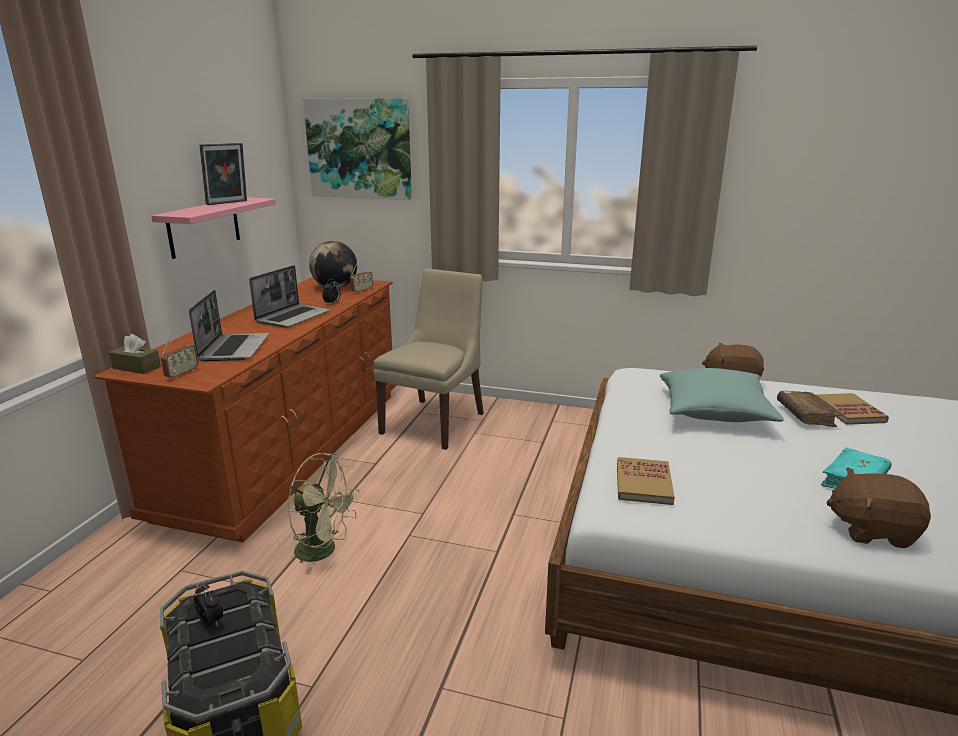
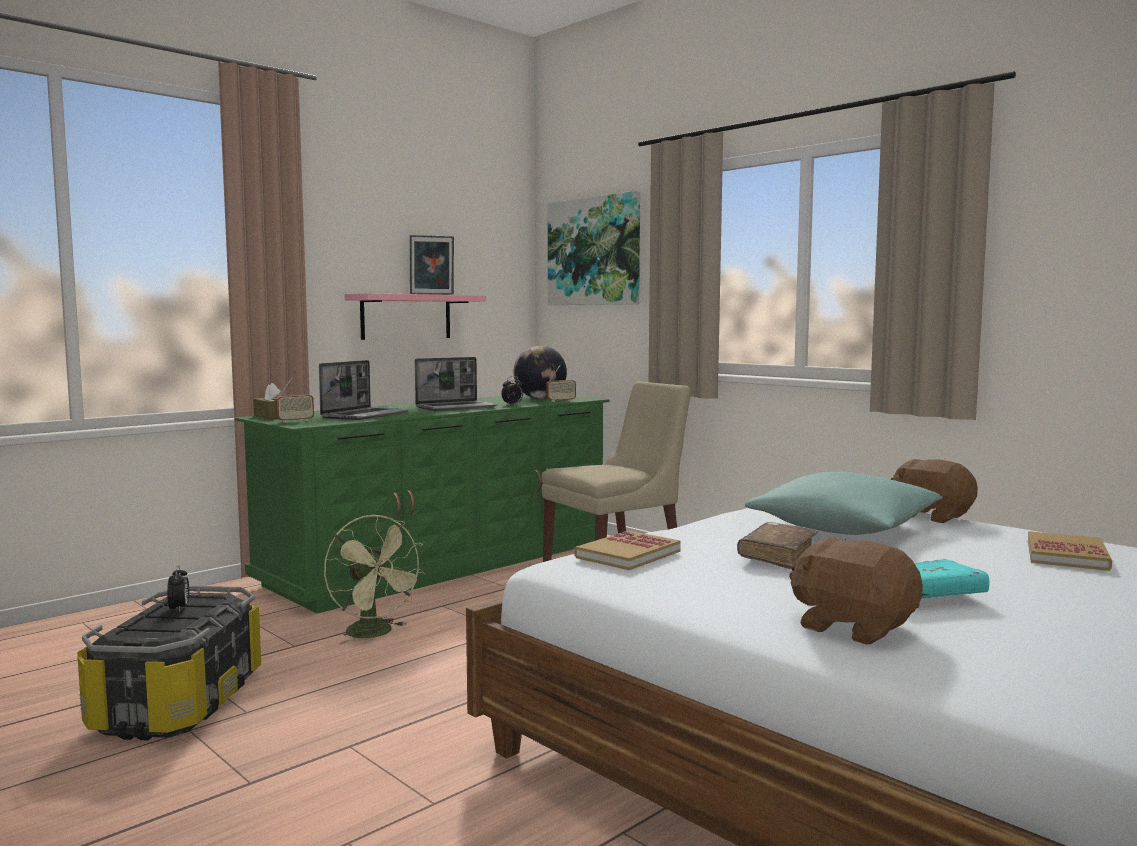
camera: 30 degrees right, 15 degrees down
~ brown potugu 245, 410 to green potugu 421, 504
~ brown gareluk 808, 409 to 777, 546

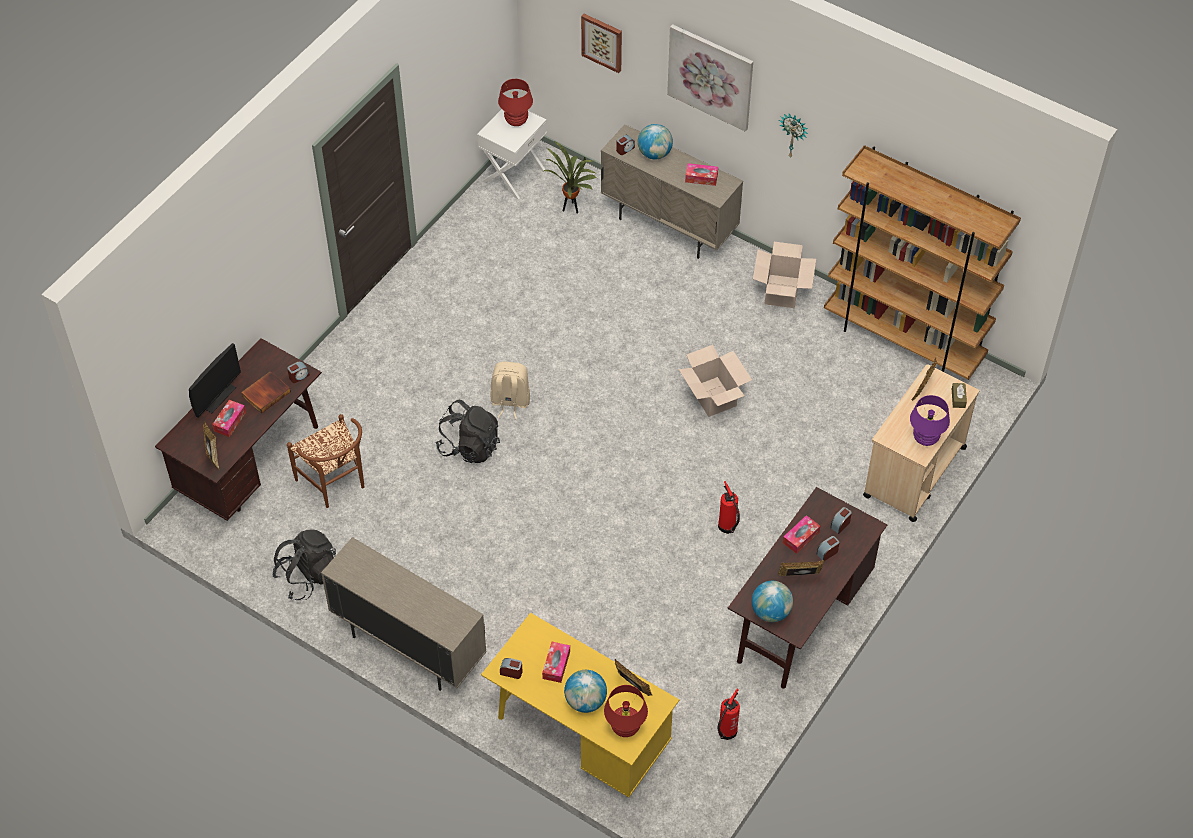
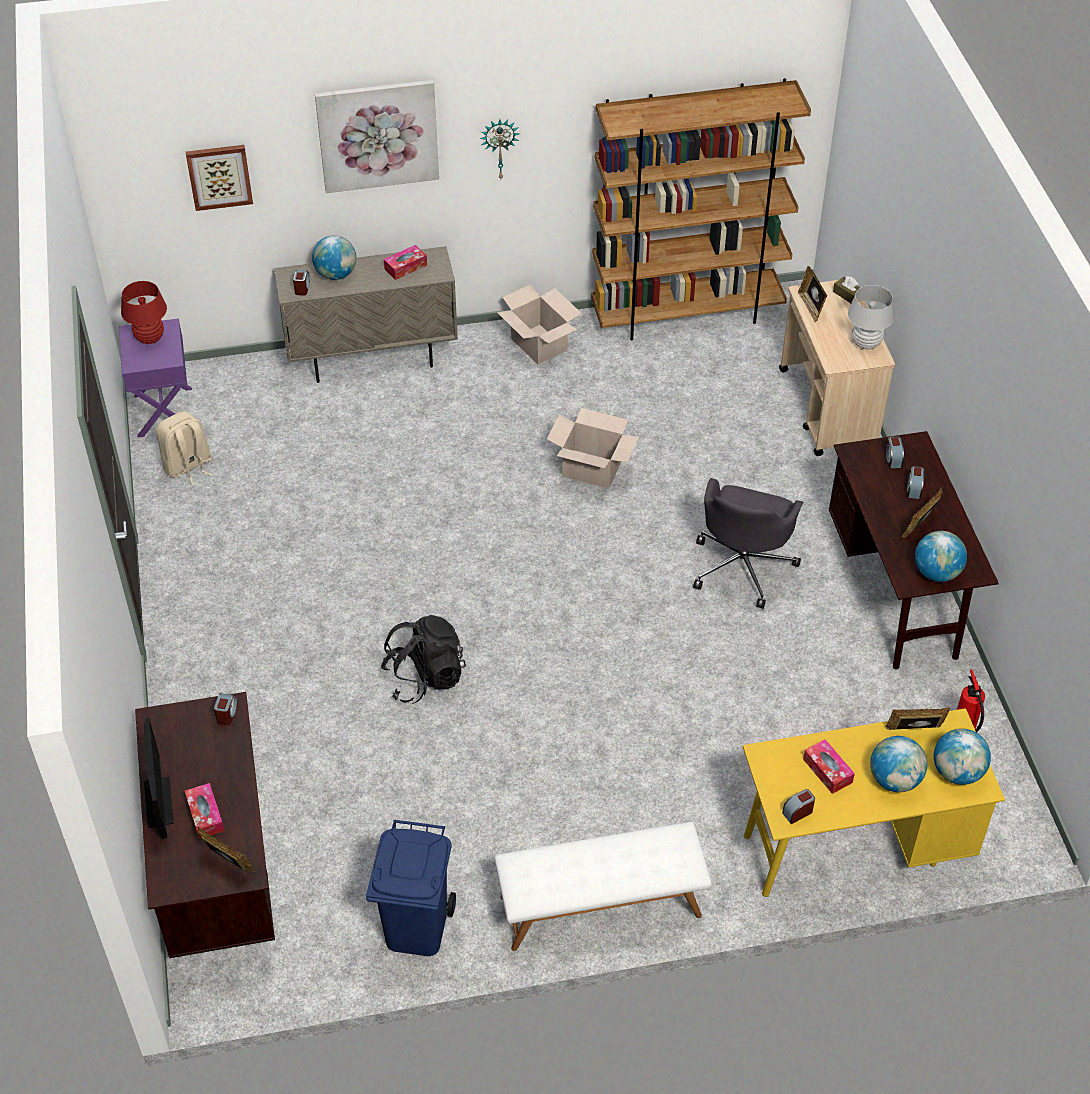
camera: 45 degrees left, 5 degrees down
~ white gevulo 512, 154 to purple gevulo 155, 378
- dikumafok 569, 177
~ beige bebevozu 510, 390 to 184, 448
- gareluk 266, 392
~ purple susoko 930, 420 to white susoko 871, 317
- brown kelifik 326, 461
~ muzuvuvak 729, 507 to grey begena 748, 543
- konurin 801, 534
~ black bebevozu 304, 565 to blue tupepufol 411, 887
~ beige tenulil 404, 614 to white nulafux 603, 886
~ red susoko 626, 711 to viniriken 962, 756

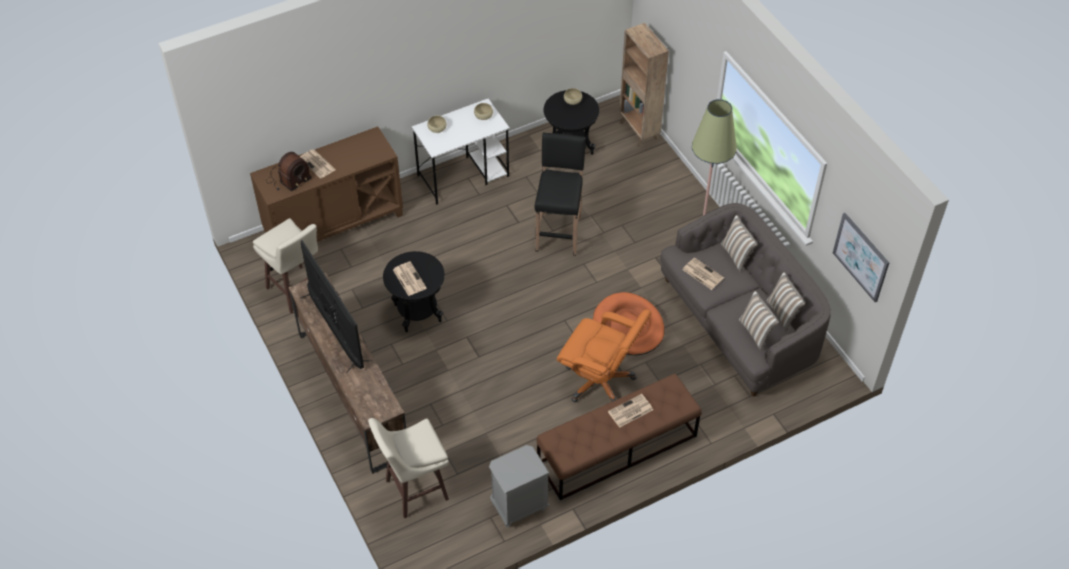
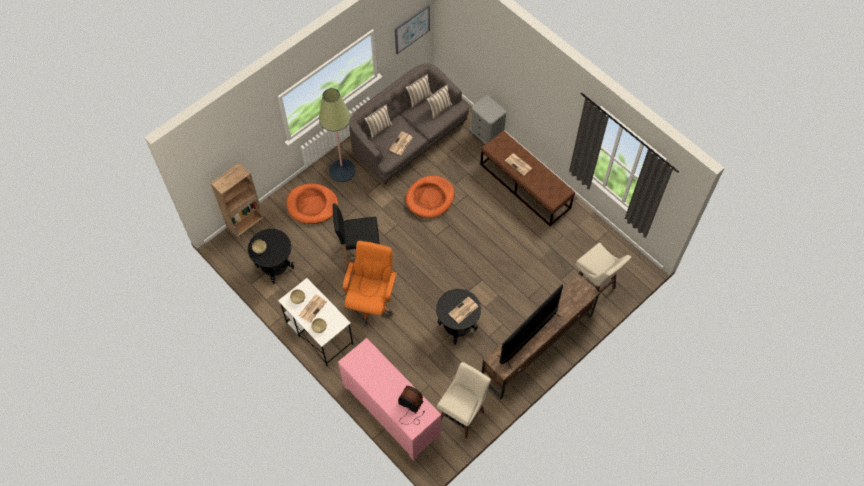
camera: 105 degrees left, 10 degrees up
~ brown tenulil 326, 184 to pink tenulil 389, 399
~ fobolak 318, 164 to 313, 308
~ orange begena 604, 356 to 370, 283
~ grey gevulo 519, 486 to 488, 119
+ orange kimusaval 312, 204

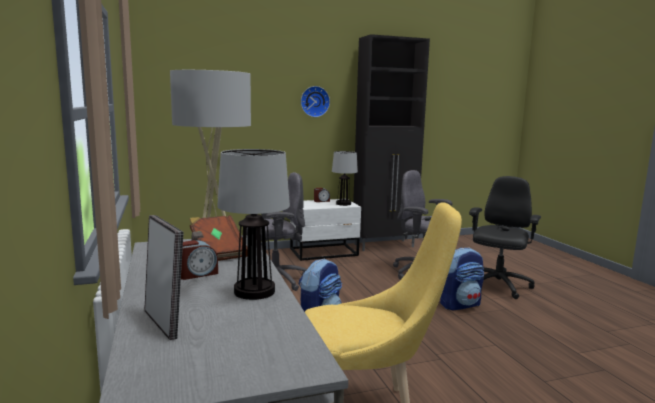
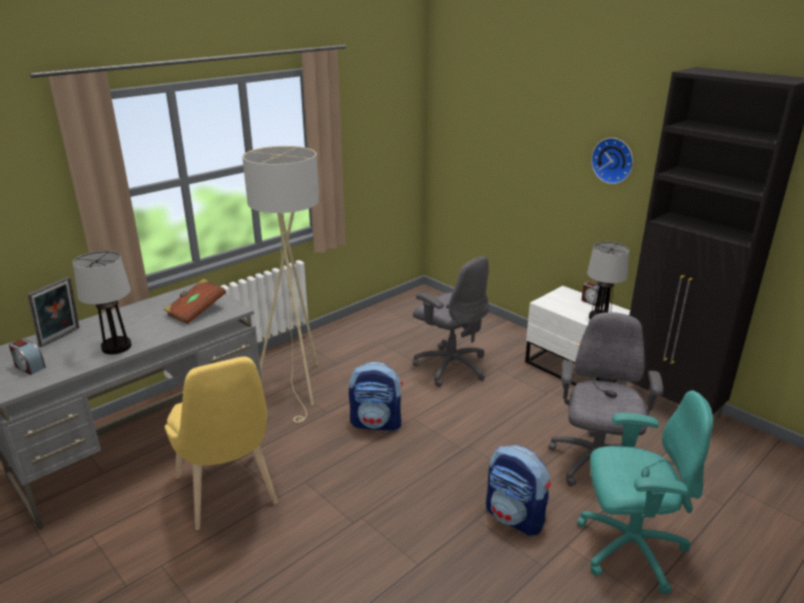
camera: 65 degrees right, 15 degrees up
~ black begena 505, 237 to turquoise begena 645, 492
~ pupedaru 199, 260 to 27, 357

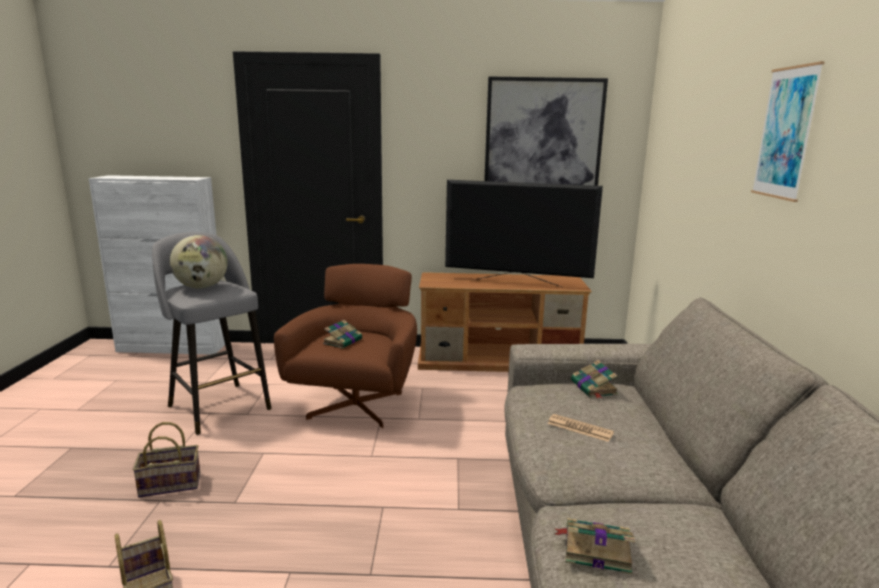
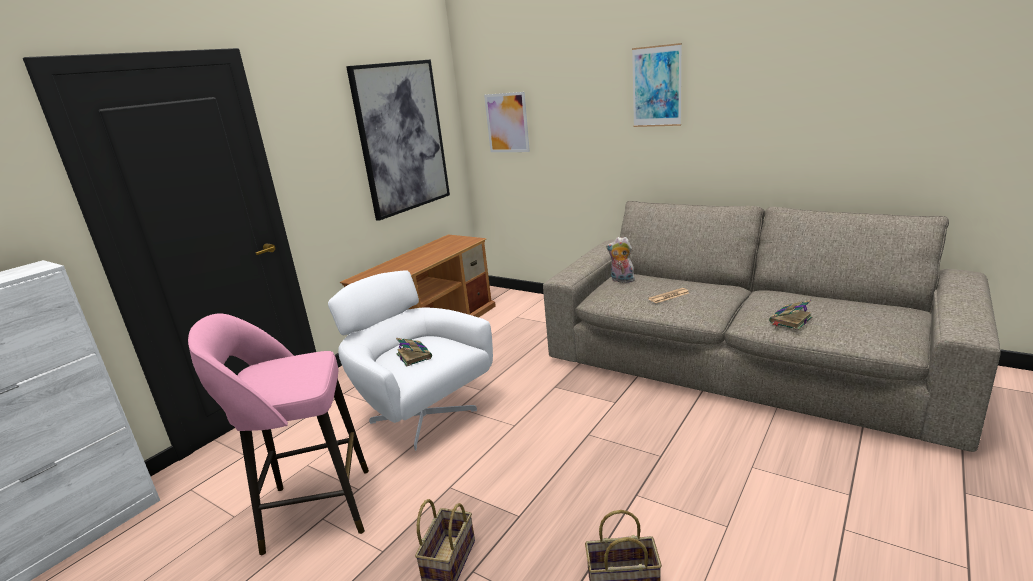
camera: 55 degrees left, 5 degrees up
- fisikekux 524, 233
~ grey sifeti 211, 333 to pink sifeti 278, 434
- viniriken 199, 262
~ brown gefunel 345, 346 to white gefunel 410, 360
~ gareluk 594, 379 to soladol 620, 260
+ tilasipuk 507, 122

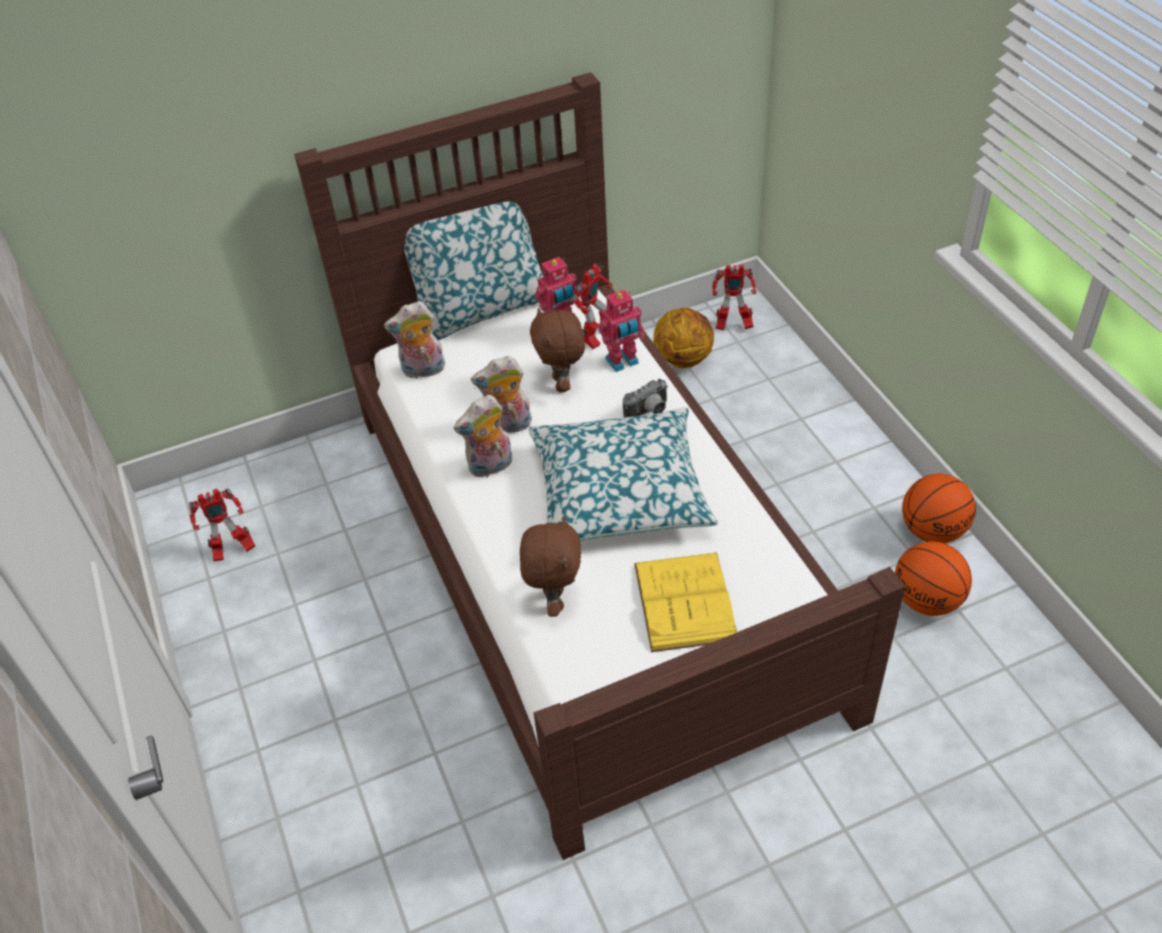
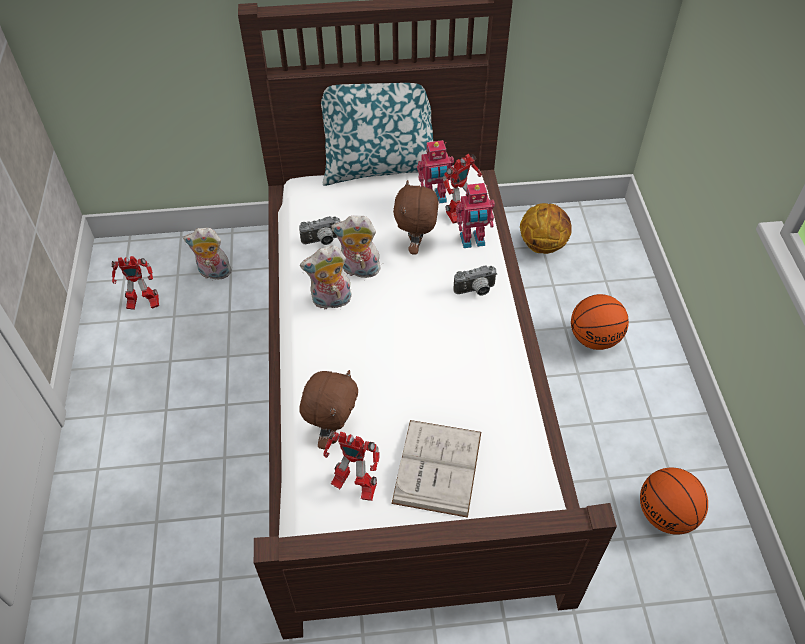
camera: 15 degrees right, 5 degrees up
~ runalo 734, 297 to 351, 466
~ soladol 414, 340 to 208, 253
- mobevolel 623, 474
~ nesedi 939, 508 to 600, 322
~ yellow gareluk 685, 602 to white gareluk 436, 469
+ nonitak 319, 230

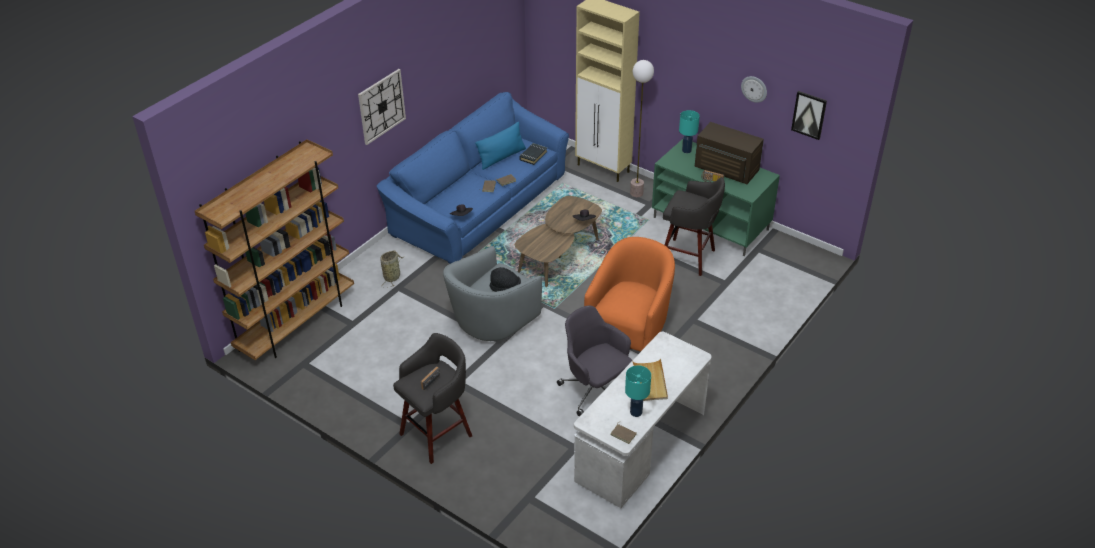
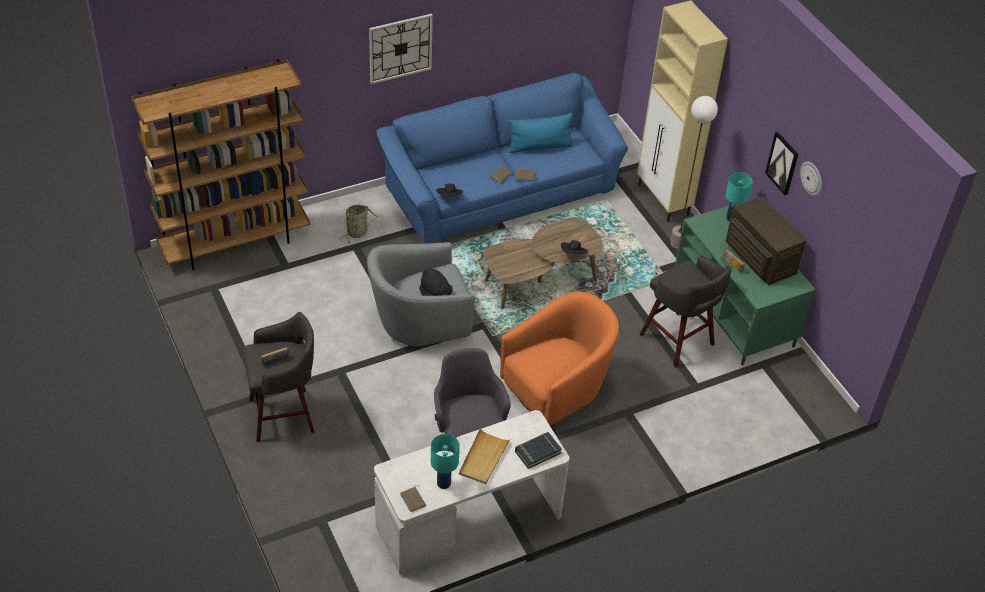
camera: 25 degrees right, 5 degrees up
~ tilasipuk 809, 115 to 781, 163
~ black gareluk 533, 154 to 538, 450

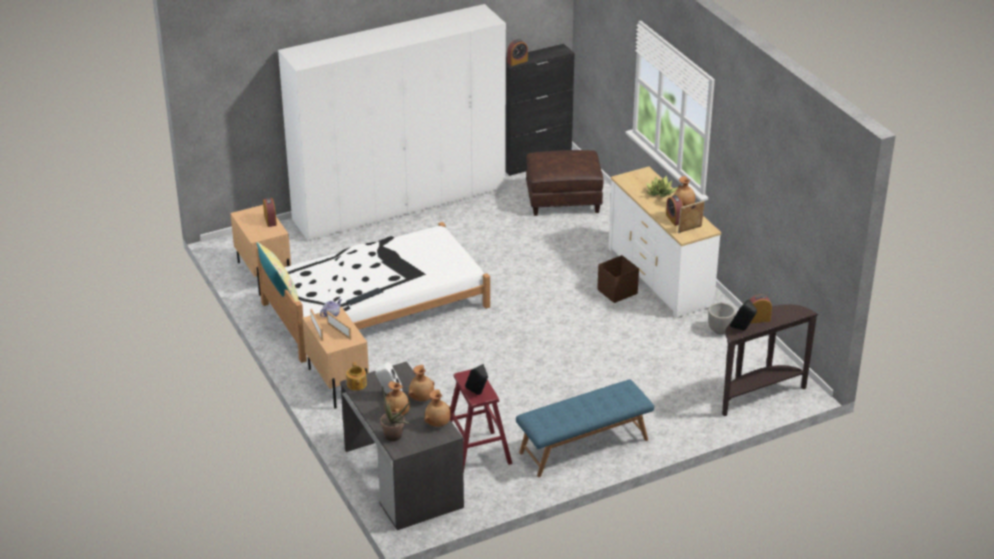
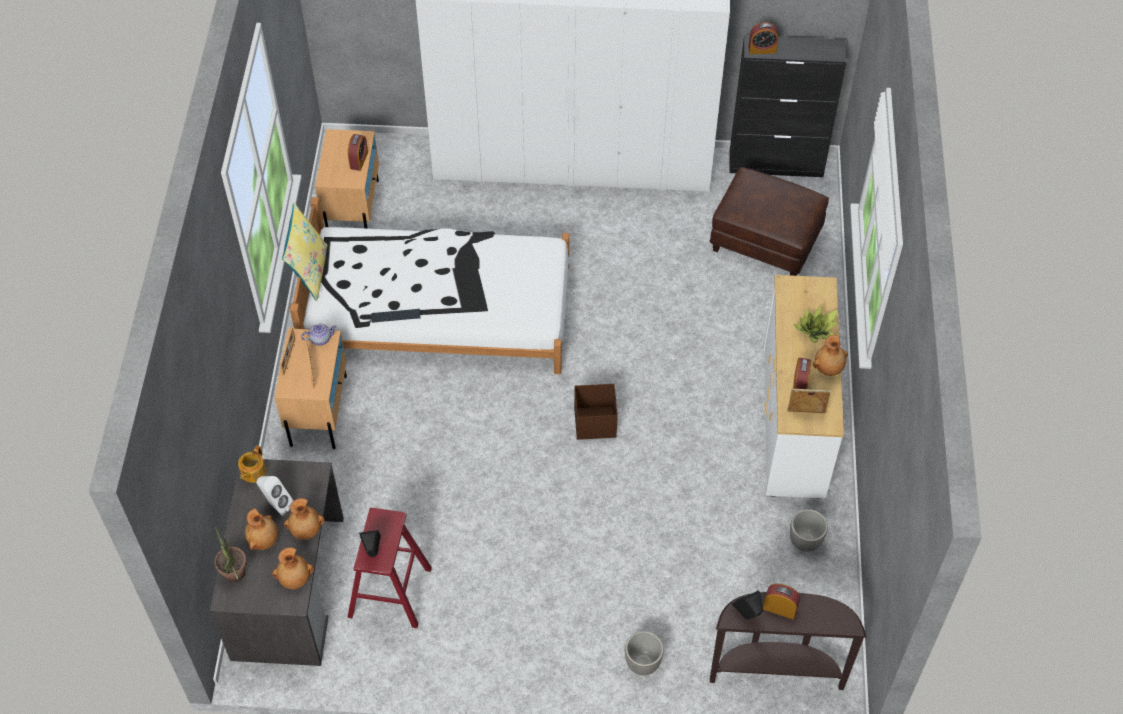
camera: 30 degrees right, 20 degrees up
~ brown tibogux 618, 279 to 596, 412
- blue nulafux 585, 428
+ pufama 644, 653

